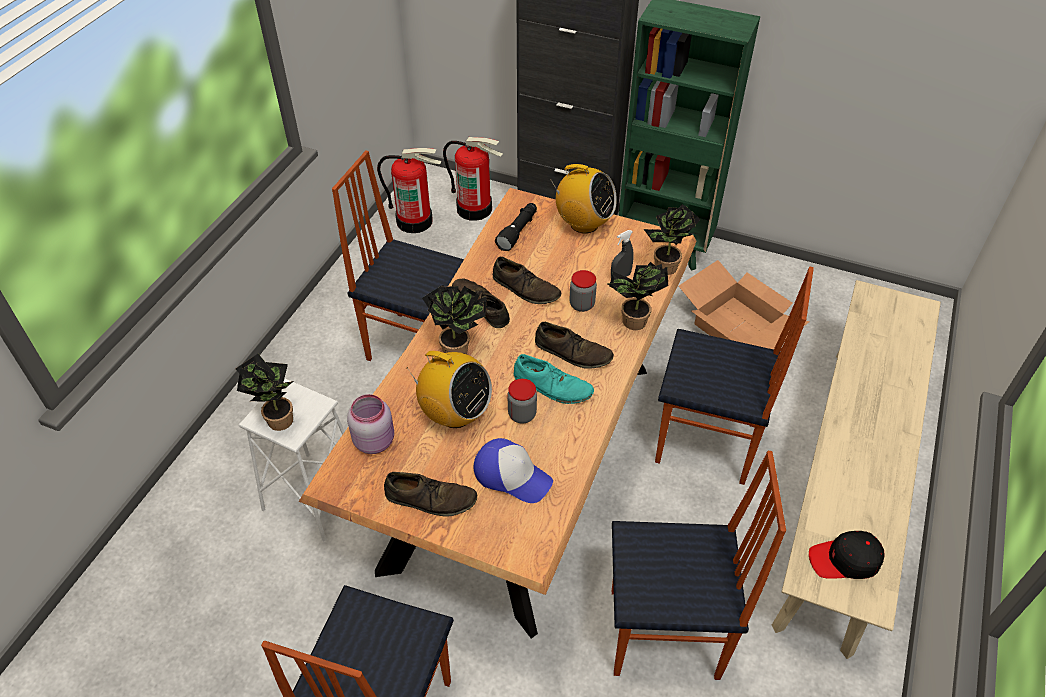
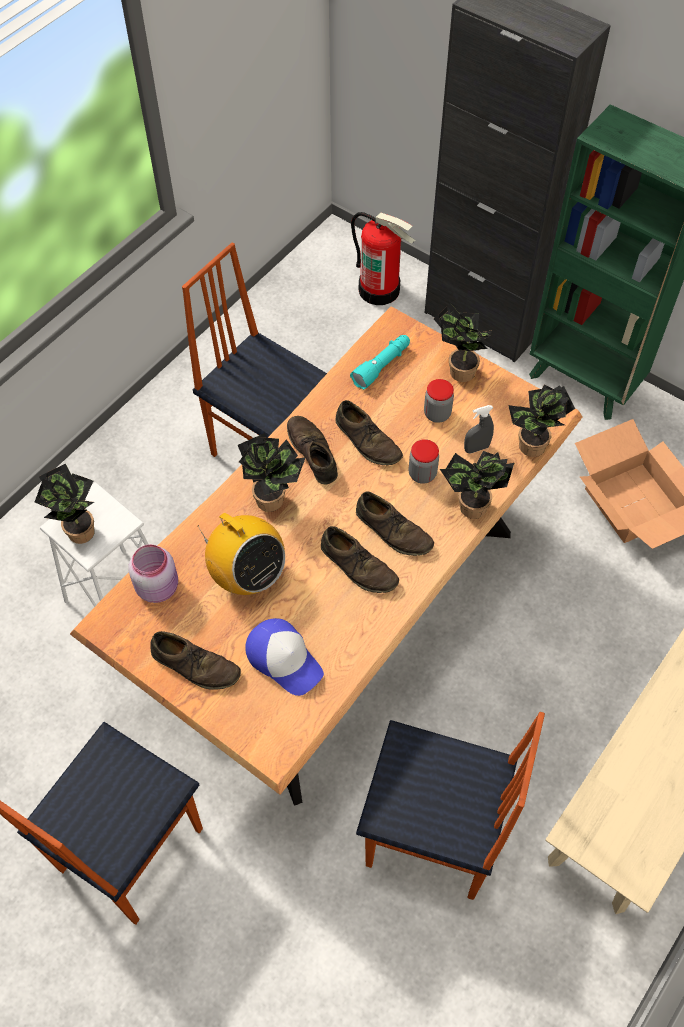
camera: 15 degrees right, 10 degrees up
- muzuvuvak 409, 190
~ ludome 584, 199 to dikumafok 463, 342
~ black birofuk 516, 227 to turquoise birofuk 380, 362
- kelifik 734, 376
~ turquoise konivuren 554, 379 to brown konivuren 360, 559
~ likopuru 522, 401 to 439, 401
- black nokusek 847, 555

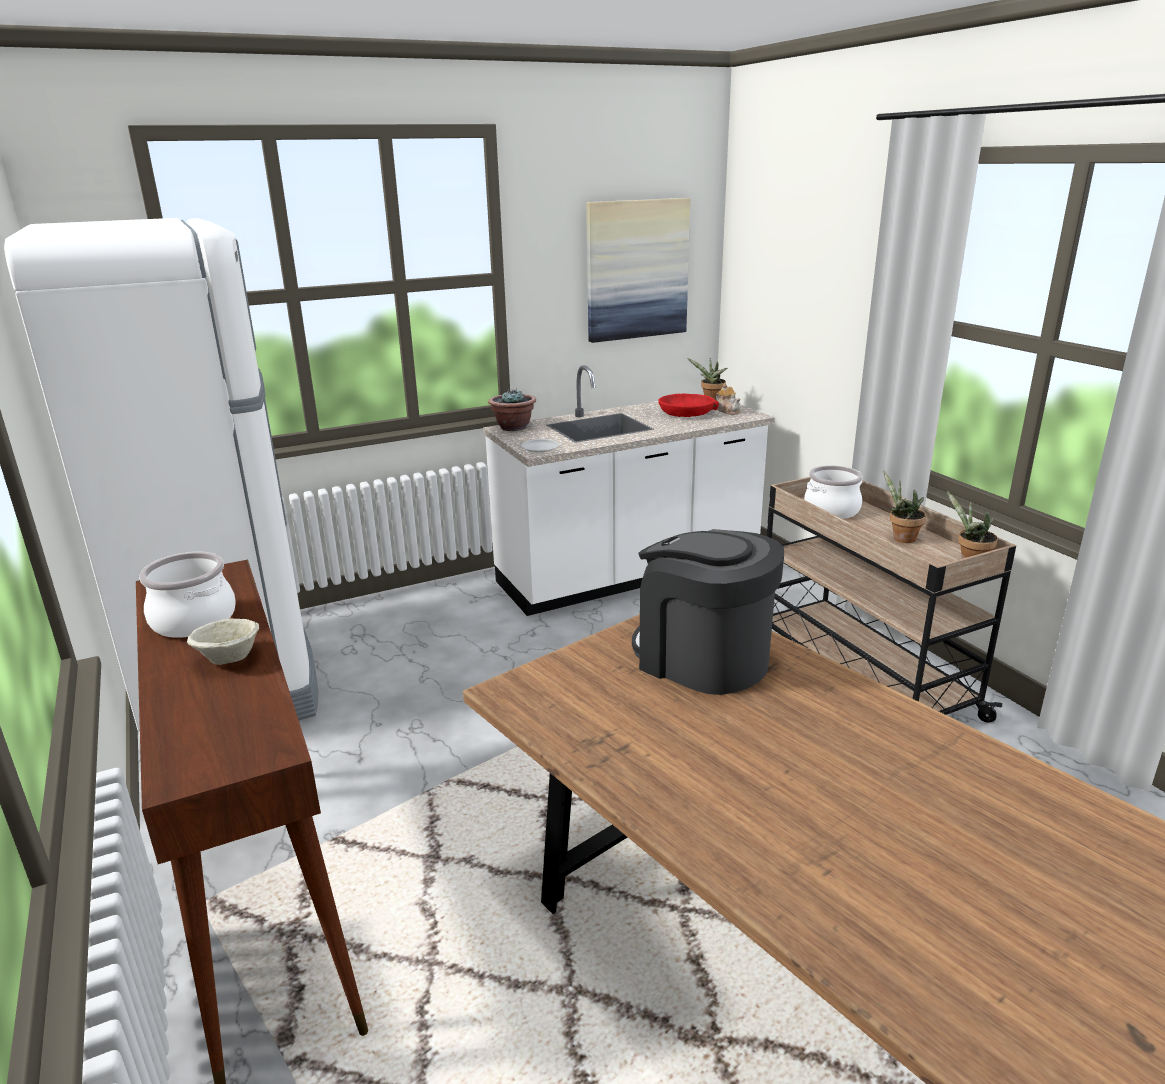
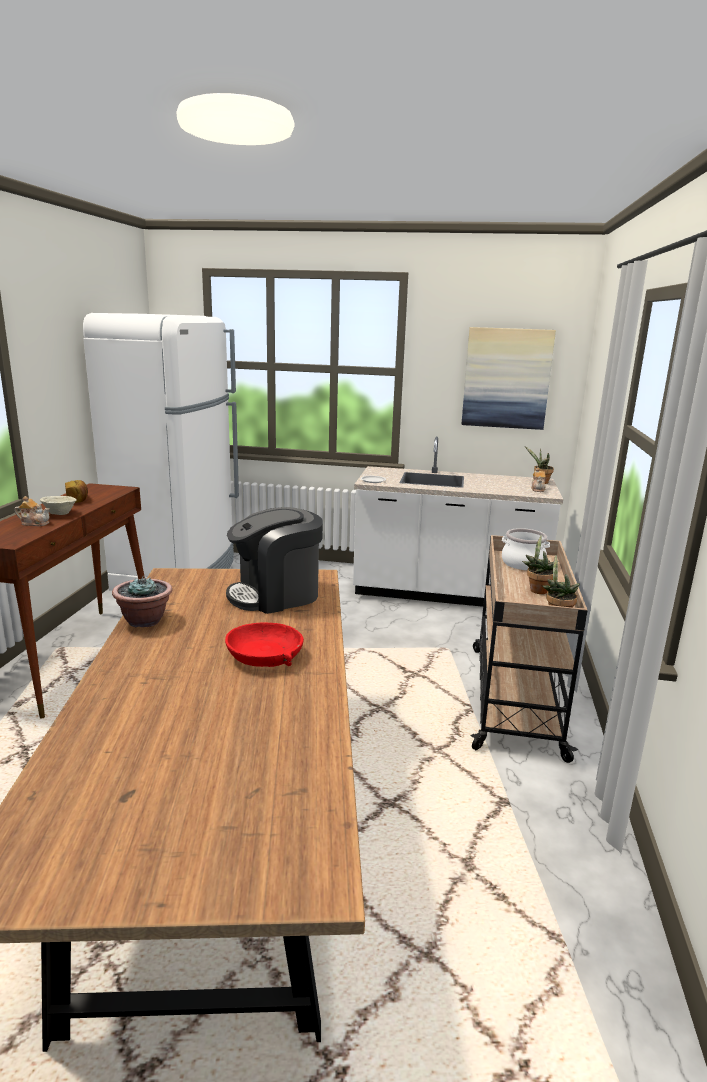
camera: 35 degrees right, 5 degrees down
~ dikumafok 512, 410 to 142, 602
~ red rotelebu 688, 405 to 264, 645
~ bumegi 708, 612 = 274, 560 105 degrees counterclockwise
~ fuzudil 187, 595 to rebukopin 76, 491
+ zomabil 32, 511

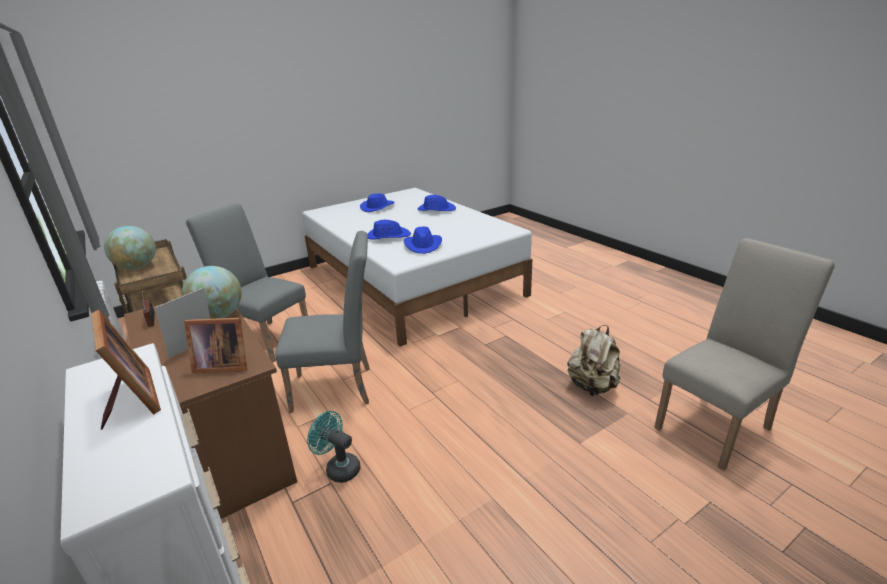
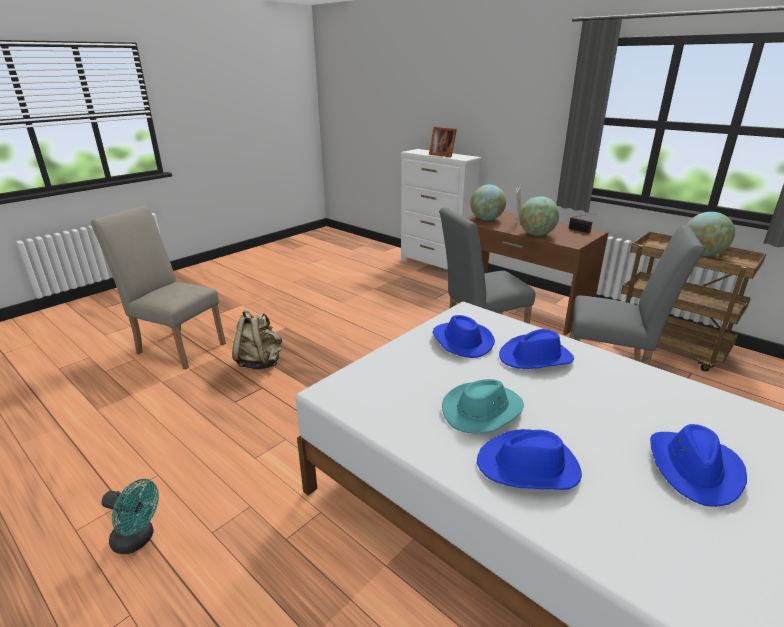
camera: 165 degrees right, 0 degrees up
~ beige kelifik 744, 354 = 158, 287 75 degrees clockwise
~ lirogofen 215, 345 to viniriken 488, 203
~ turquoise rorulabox 334, 447 to 130, 516
+ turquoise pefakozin 483, 406

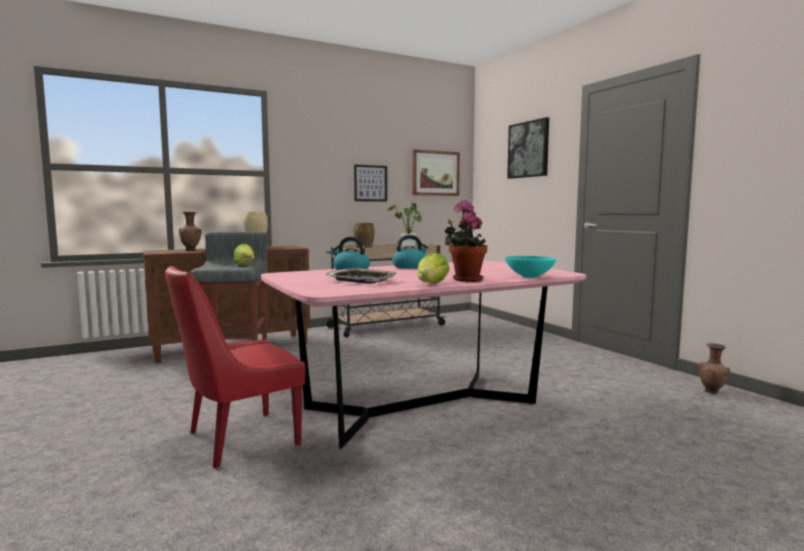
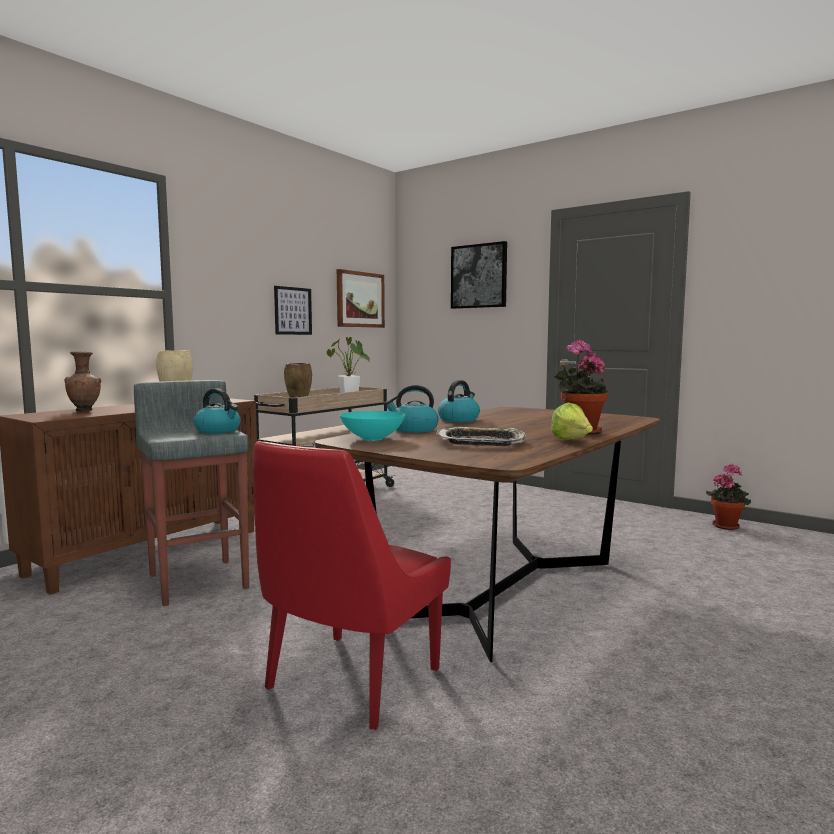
camera: 25 degrees left, 0 degrees up
~ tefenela 244, 254 to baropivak 217, 411
~ turquoise rotelebu 531, 267 to 372, 426
~ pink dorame 423, 355 to brown dorame 487, 534
~ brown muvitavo 714, 368 to dikumafok 728, 497

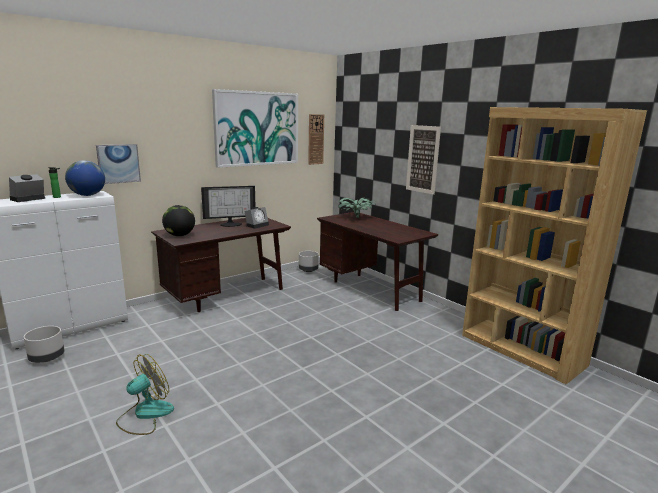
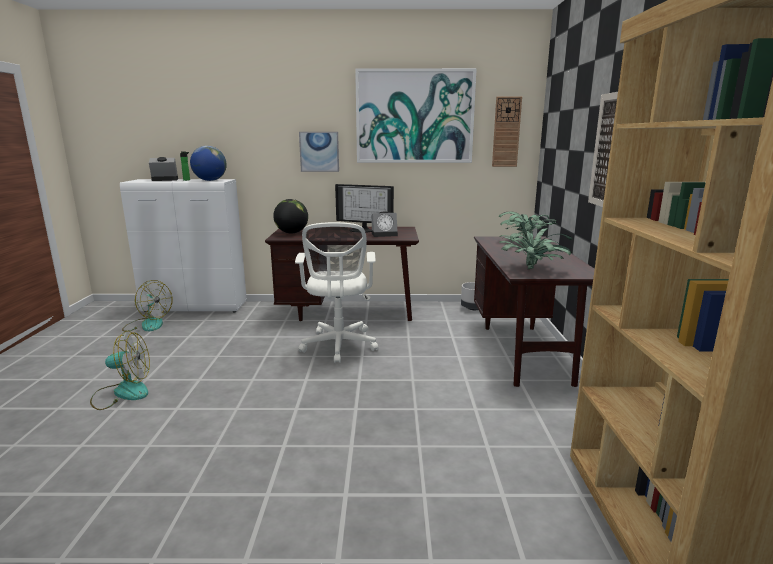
camera: 40 degrees right, 0 degrees up
~ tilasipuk 118, 164 to 319, 152
~ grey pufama 44, 344 to rorulabox 147, 305
+ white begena 336, 292
+ dikumafok 536, 248

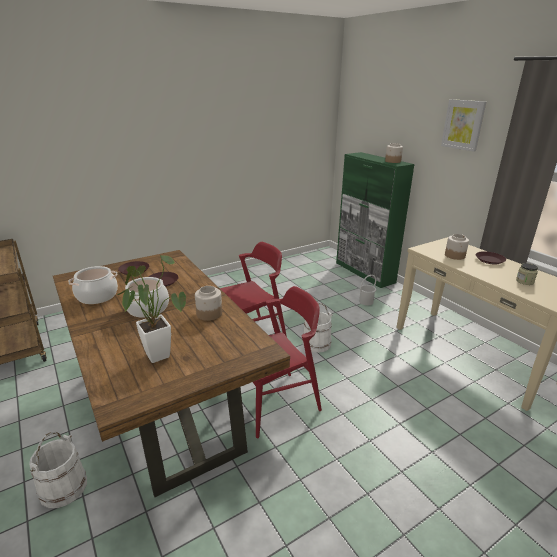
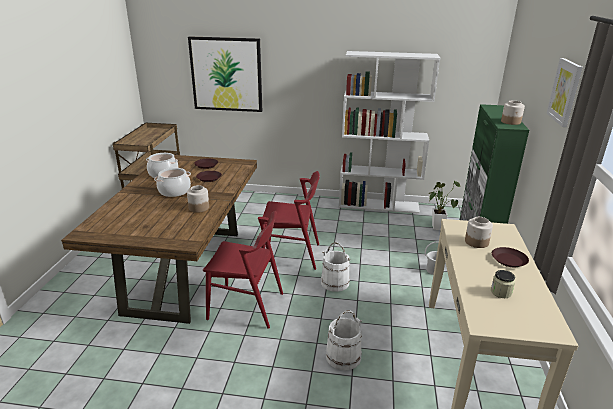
camera: 40 degrees right, 0 degrees up
~ dikumafok 151, 309 to 444, 205
~ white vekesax 58, 469 to 344, 340
+ tilasipuk 225, 74
+ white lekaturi 389, 132

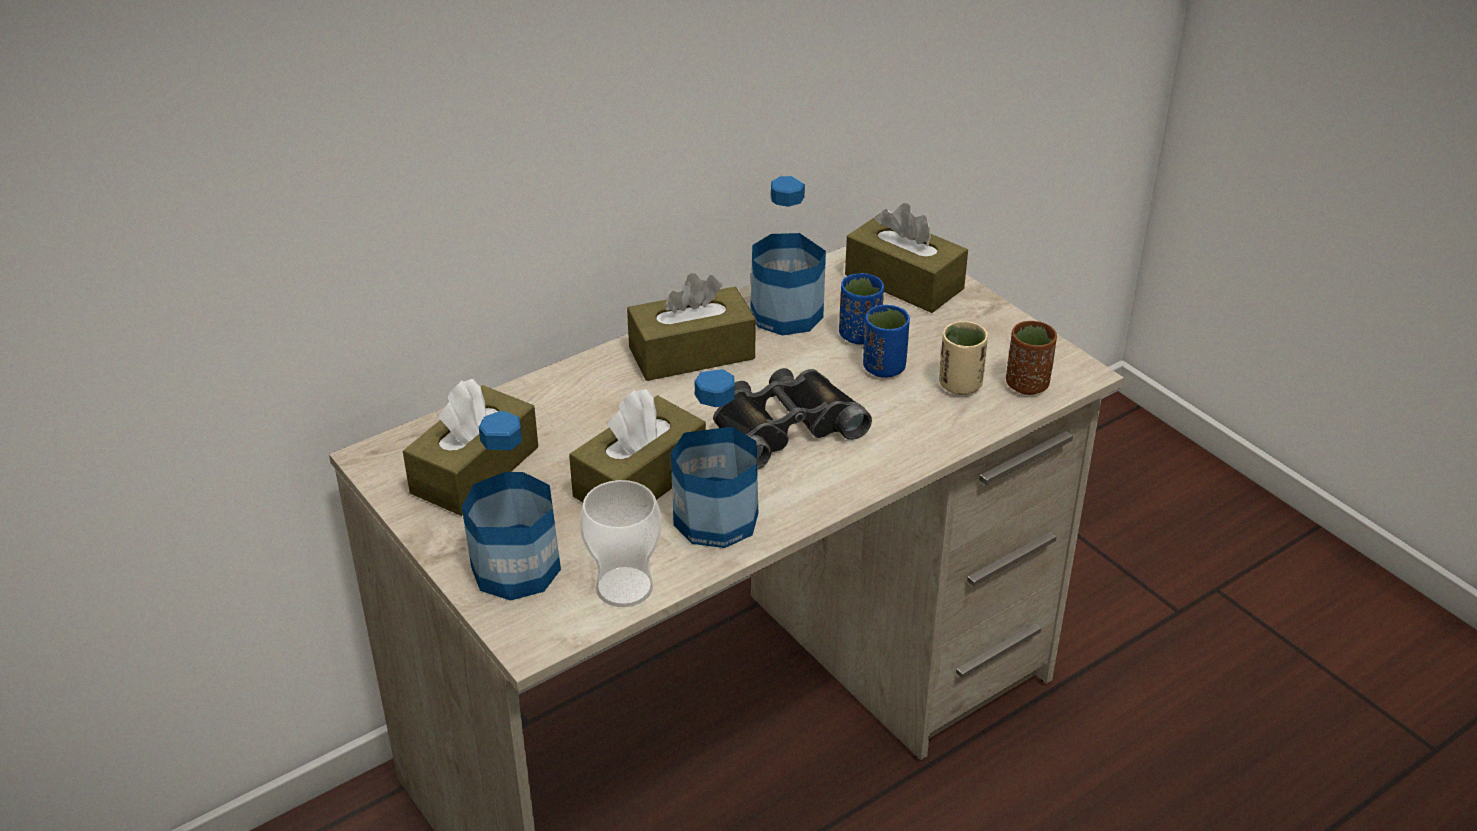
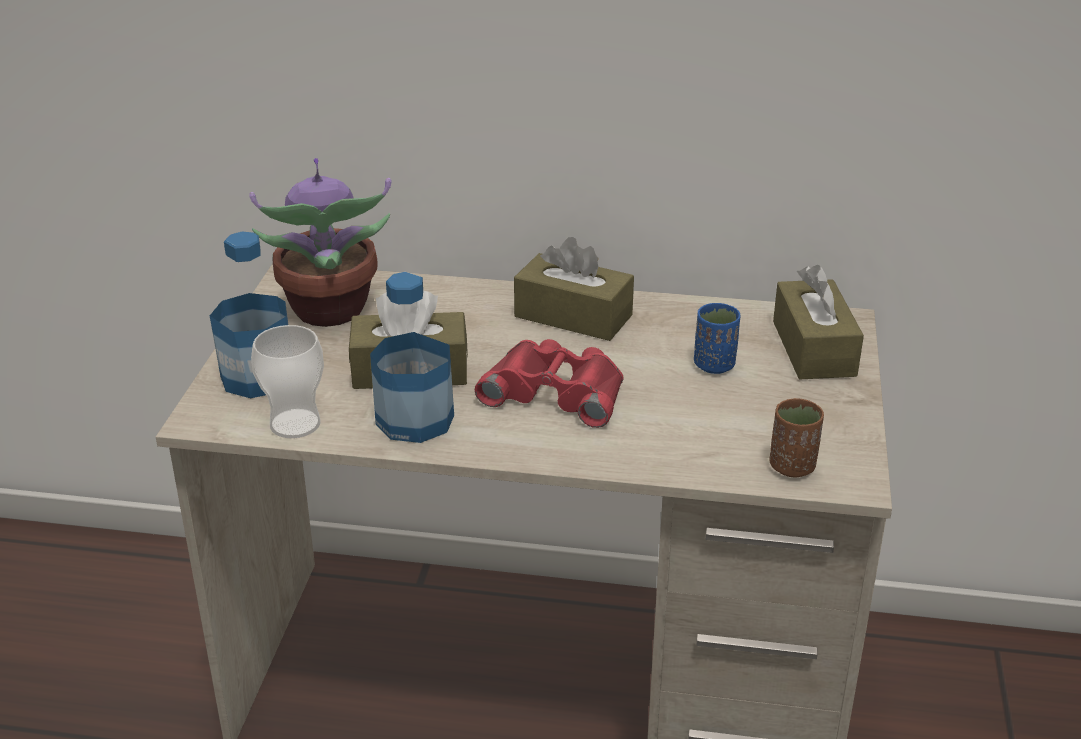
camera: 45 degrees right, 5 degrees down
- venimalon 788, 256
- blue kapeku 886, 341
- beige kapeku 963, 358
~ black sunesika 792, 419 to red sunesika 549, 383
~ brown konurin 470, 447 to dikumafok 320, 242

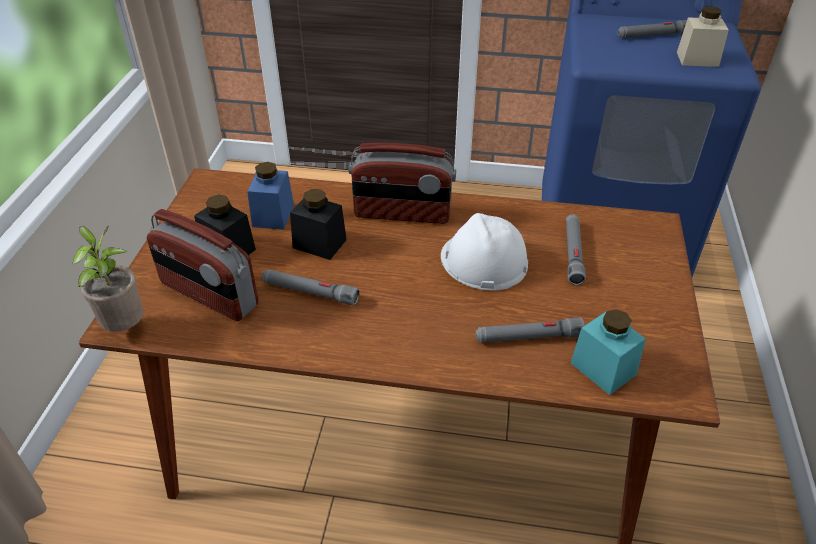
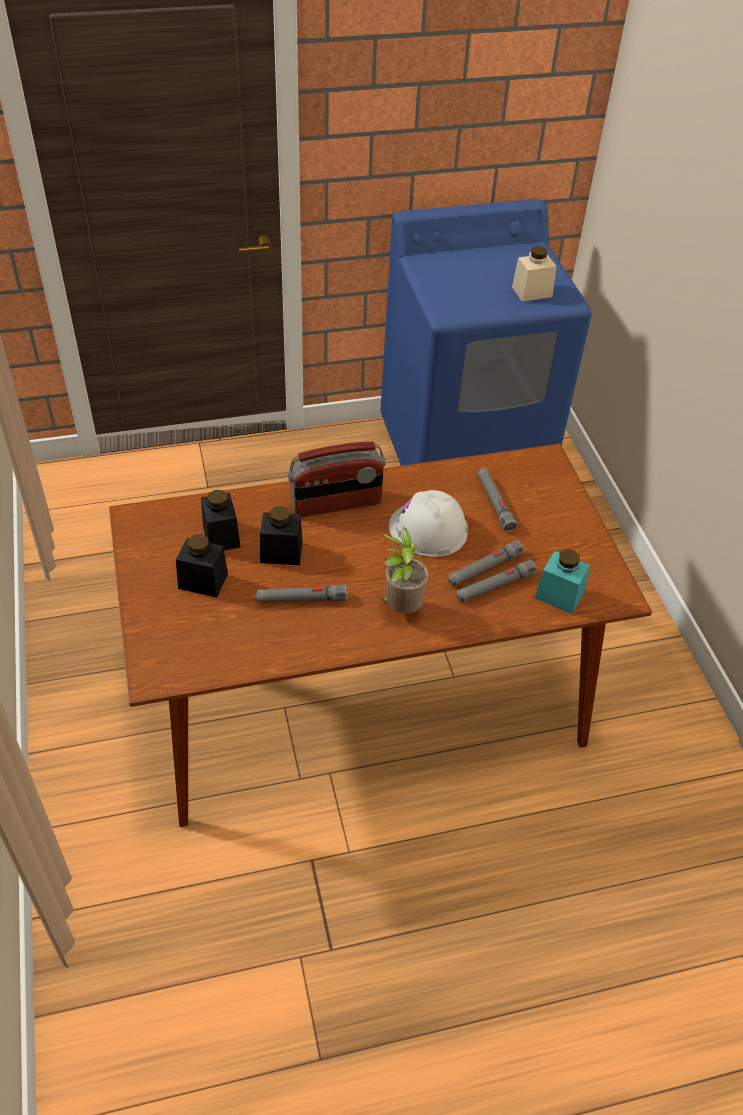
camera: 25 degrees left, 5 degrees up
~ grey birofuk 652, 29 to 486, 563
~ blue likopuru 270, 196 to black likopuru 221, 520
- ludome 203, 265
~ dikumafok 108, 278 to 405, 570

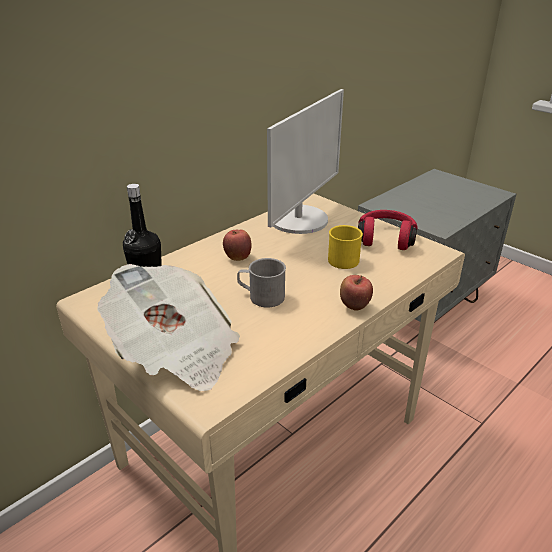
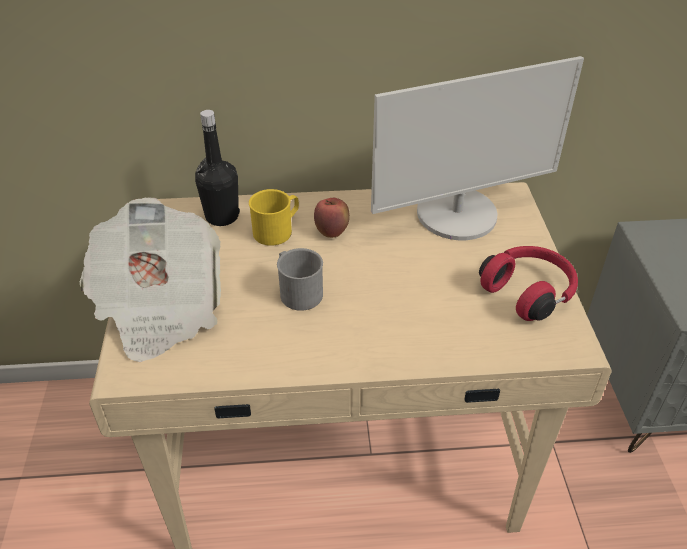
camera: 40 degrees right, 10 degrees up
~ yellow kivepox 345, 247 to 274, 217
- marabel 356, 293

